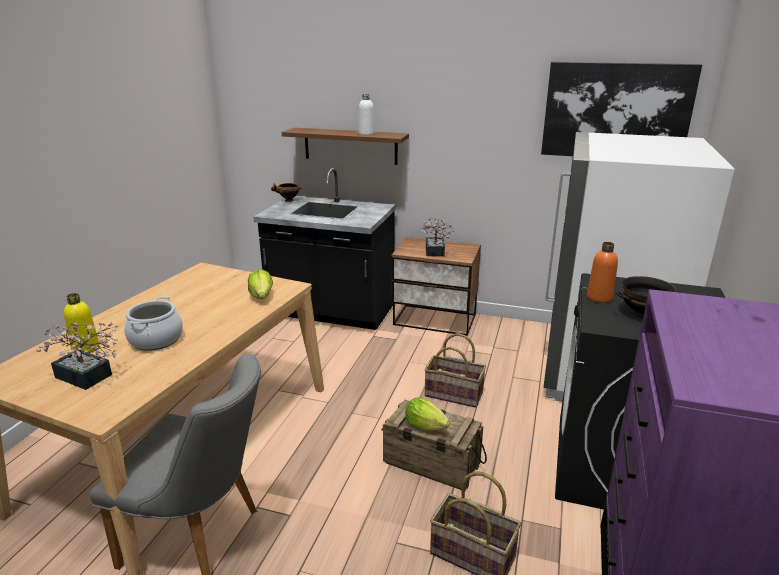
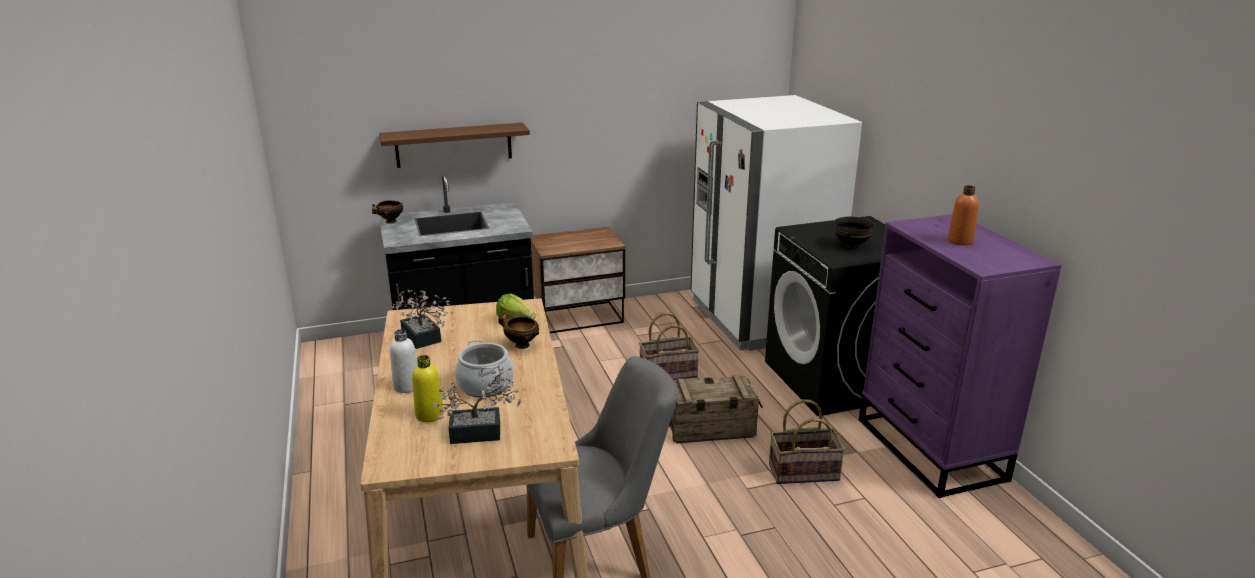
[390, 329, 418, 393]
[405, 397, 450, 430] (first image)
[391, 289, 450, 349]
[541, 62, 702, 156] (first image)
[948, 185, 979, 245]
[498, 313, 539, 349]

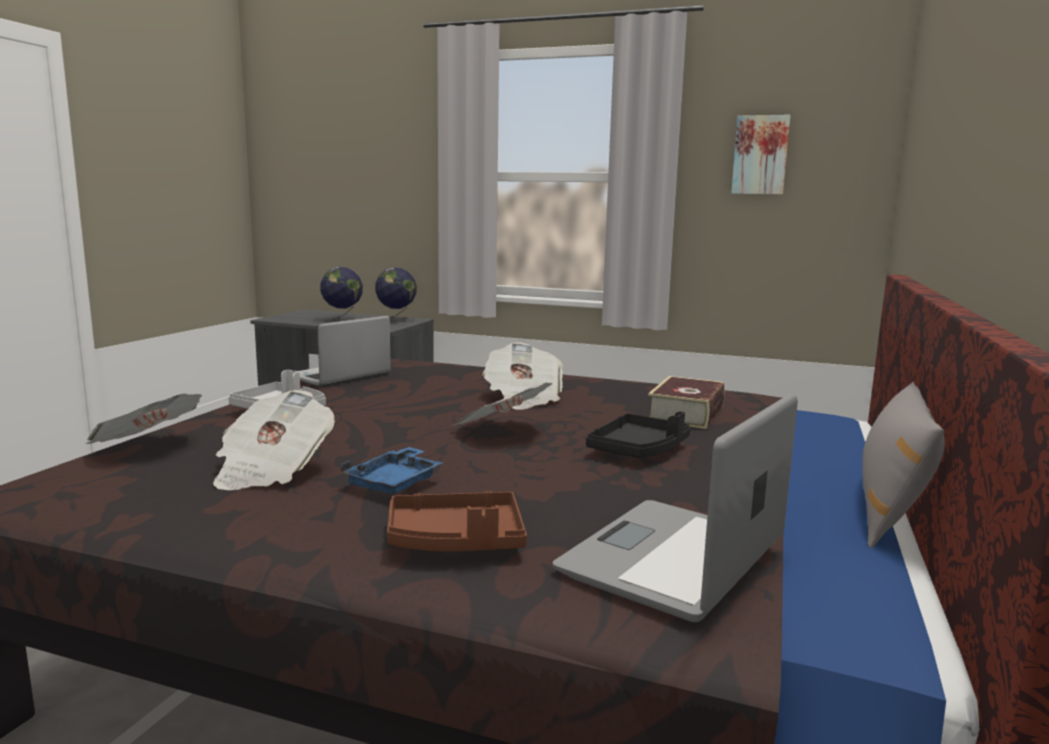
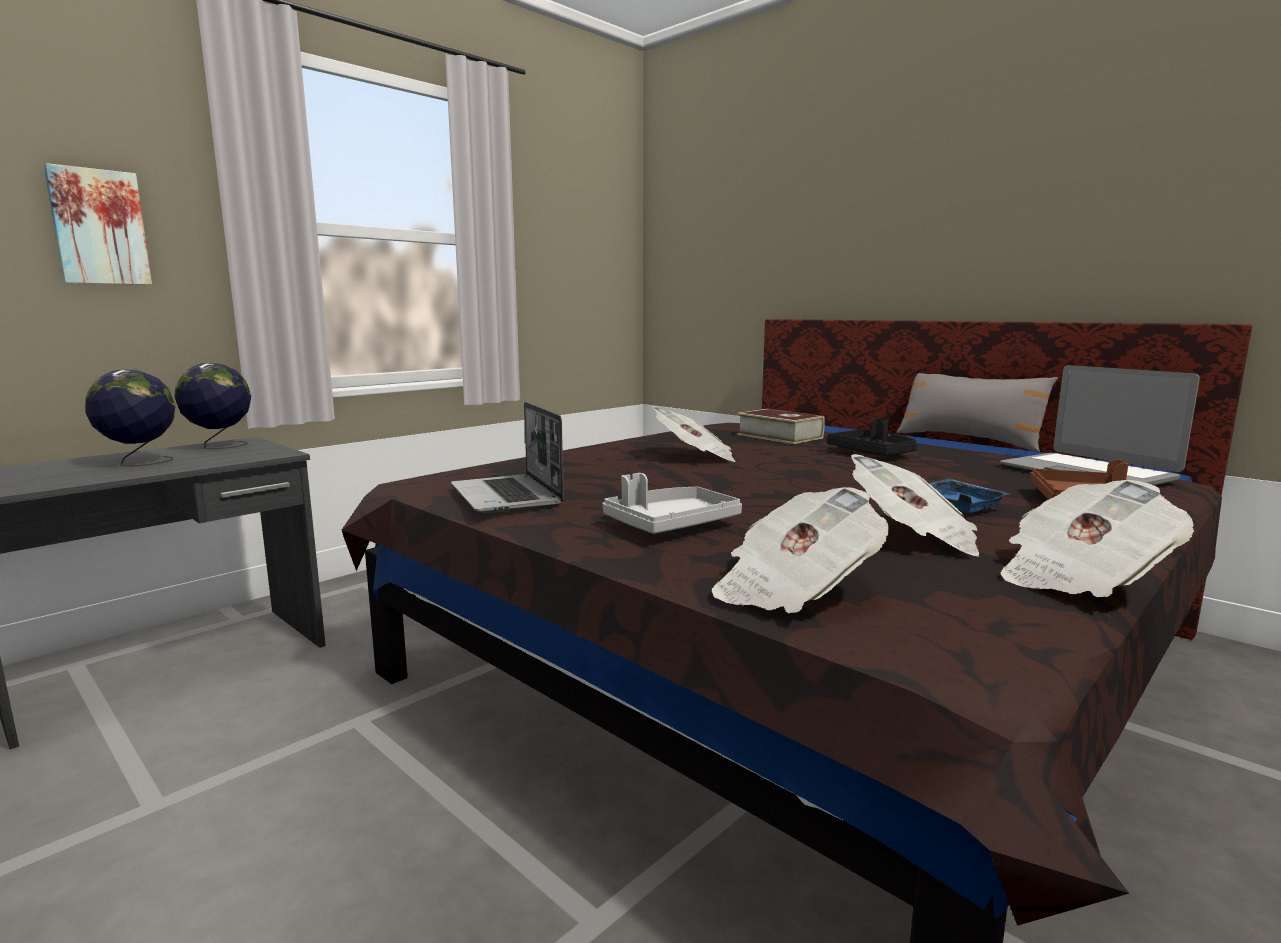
[1000, 480, 1194, 597]
[44, 163, 152, 285]

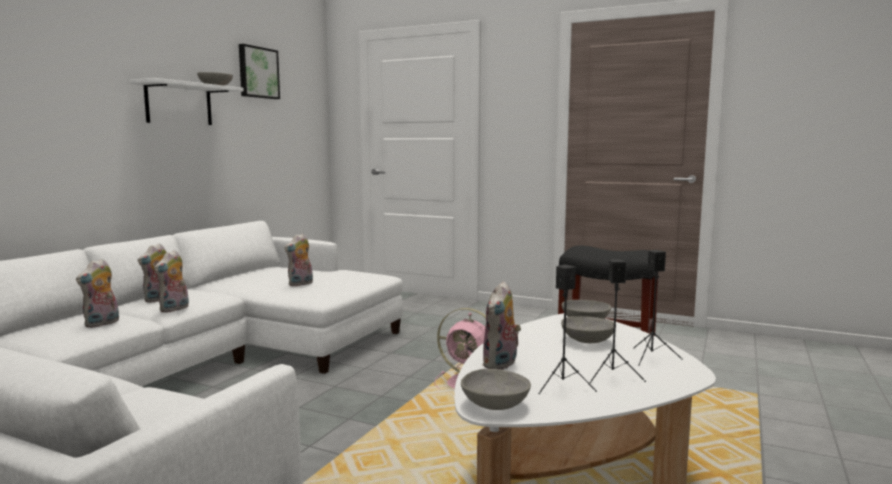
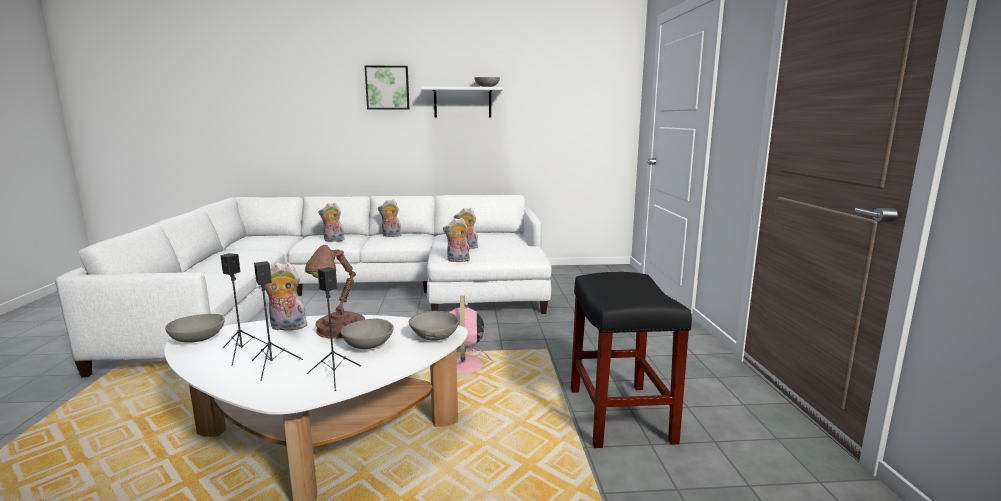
[443, 218, 470, 262]
[365, 65, 410, 109]
[305, 245, 365, 339]

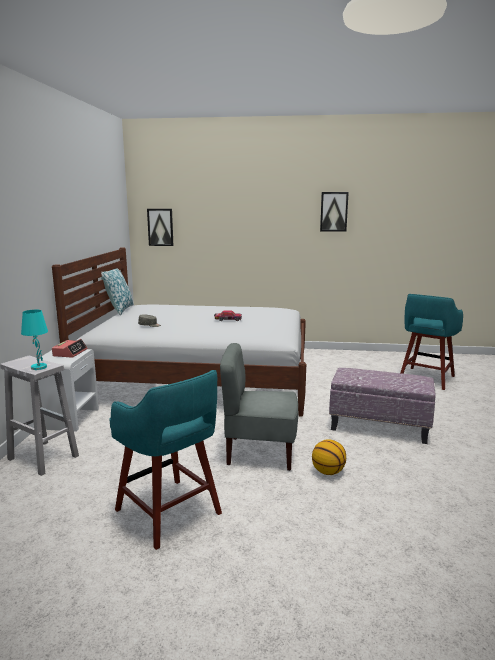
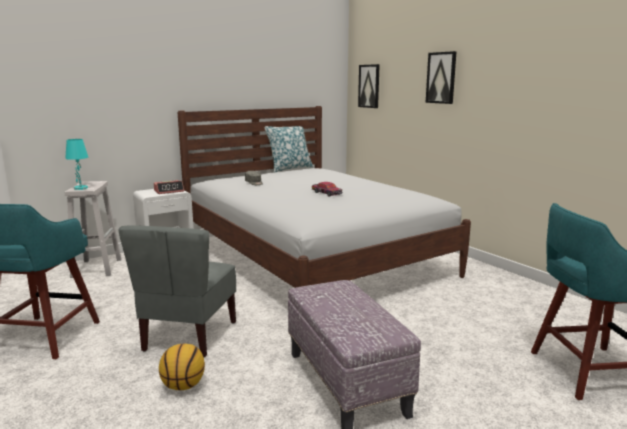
[118, 225, 236, 357]
[426, 51, 457, 104]

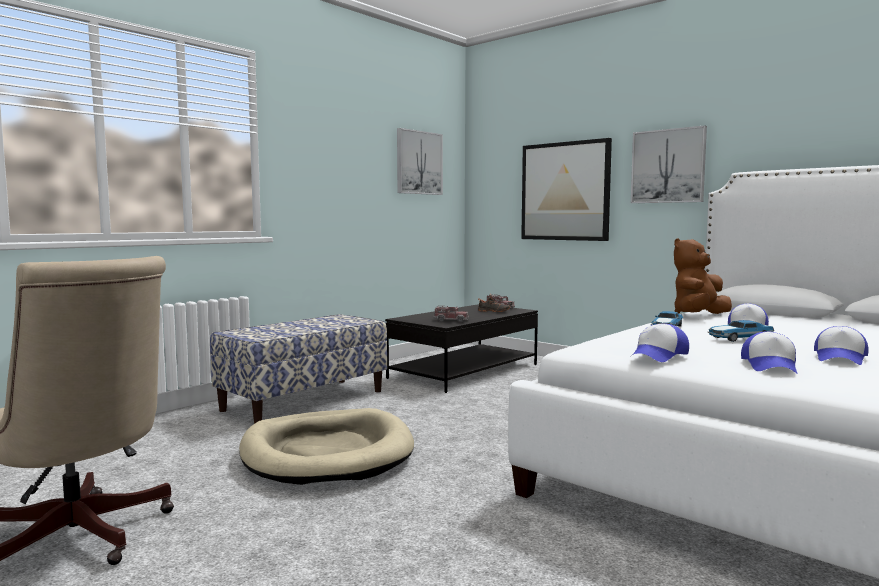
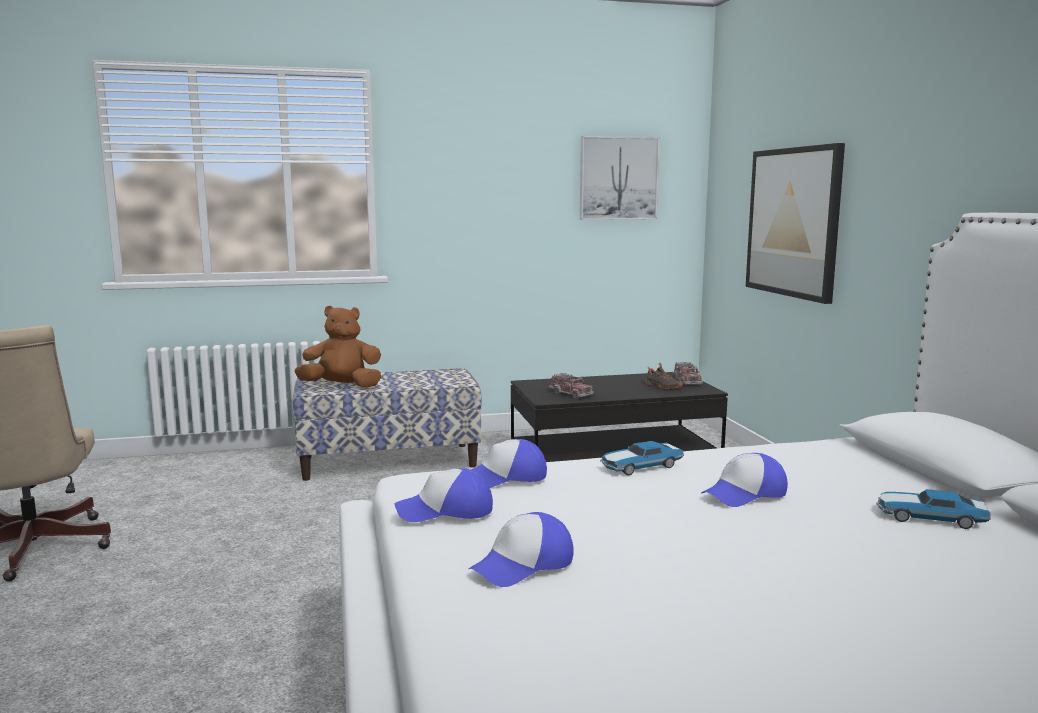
[239, 408, 414, 485] (first image)
[631, 125, 707, 203] (first image)
[294, 306, 381, 388]
[876, 489, 991, 529]
[470, 439, 547, 488]

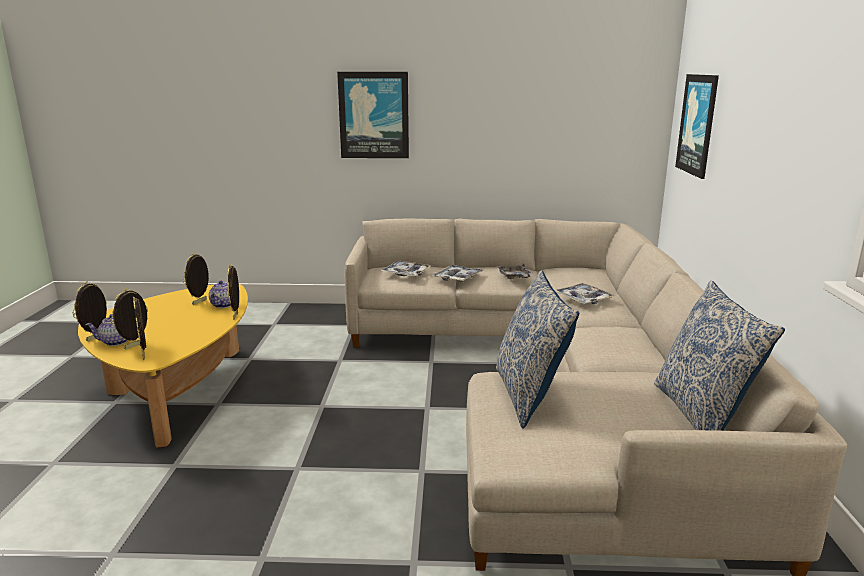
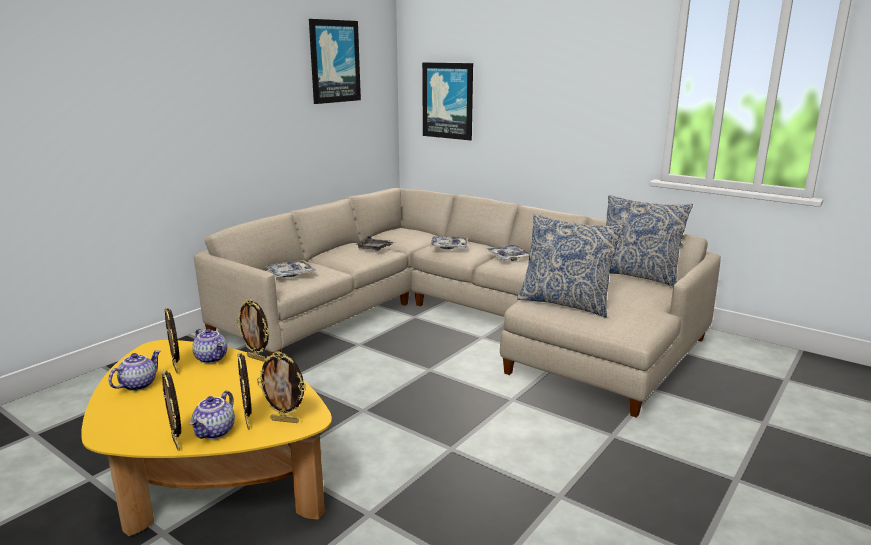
[309, 19, 361, 104]
[486, 245, 530, 261]
[108, 350, 160, 391]

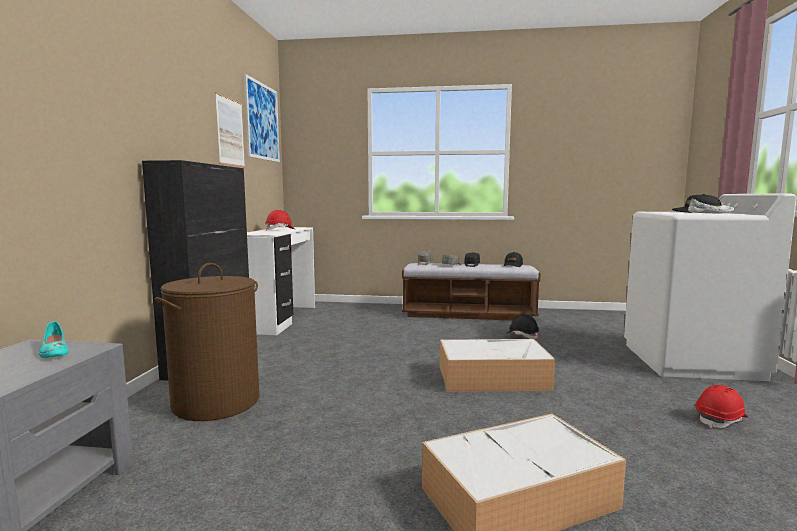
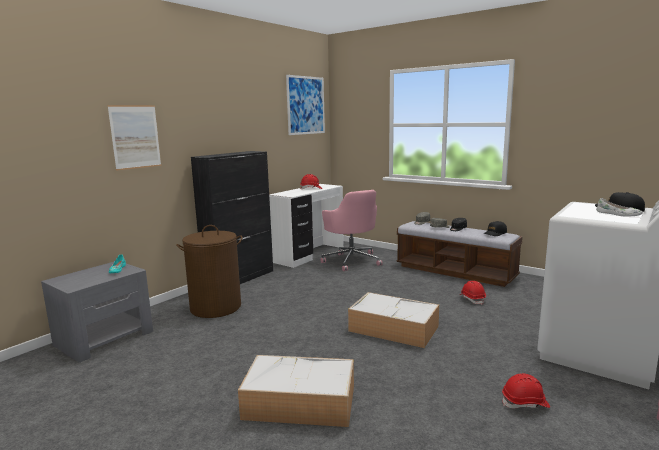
[107, 105, 161, 171]
[459, 281, 486, 305]
[320, 190, 382, 271]

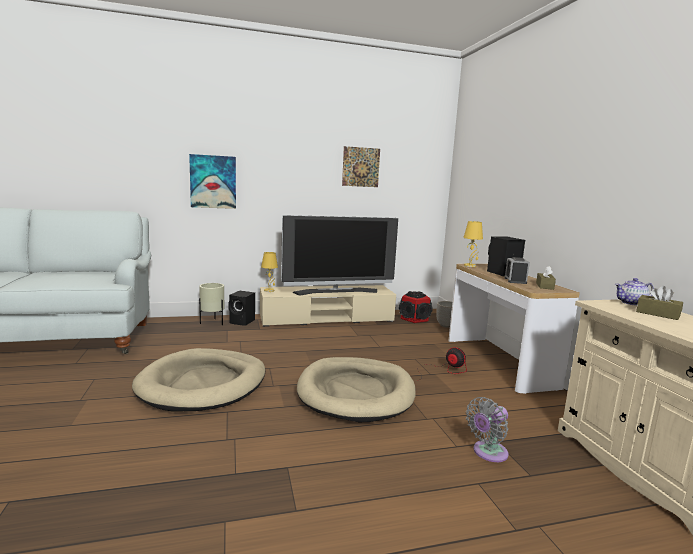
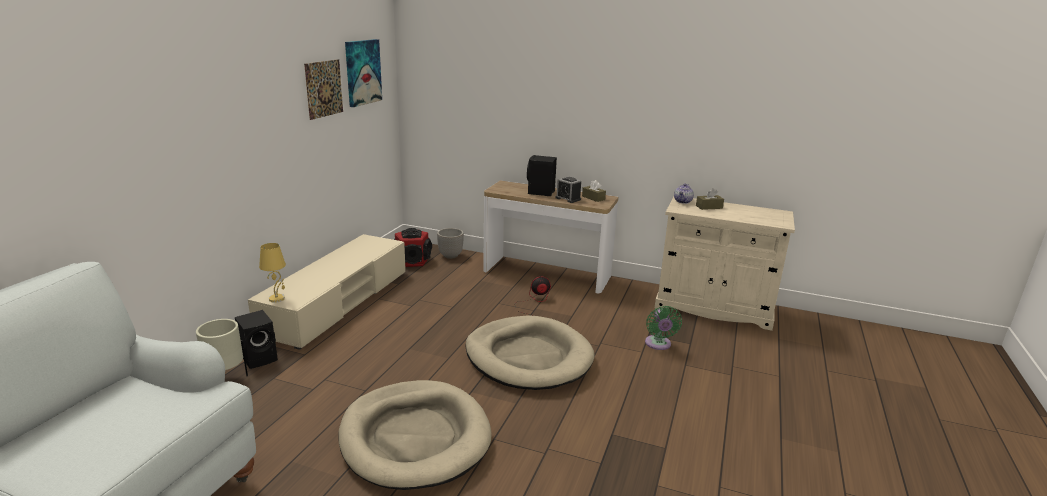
[345, 39, 382, 107]
[281, 215, 398, 295] (first image)
[463, 221, 483, 267] (first image)
[645, 306, 682, 350]

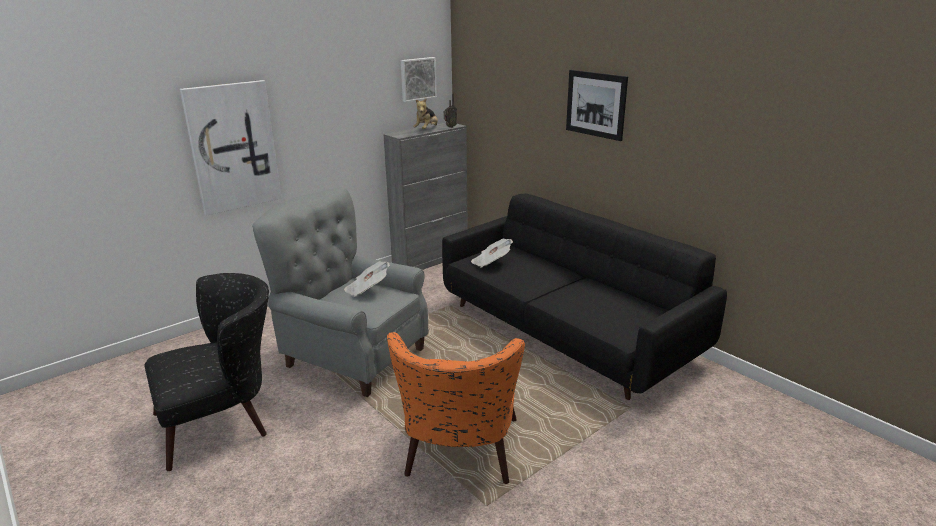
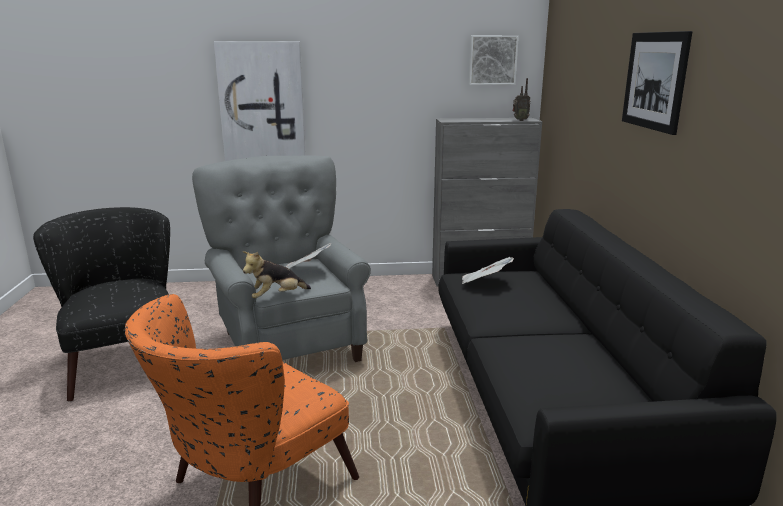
[33, 207, 170, 402]
[243, 251, 311, 298]

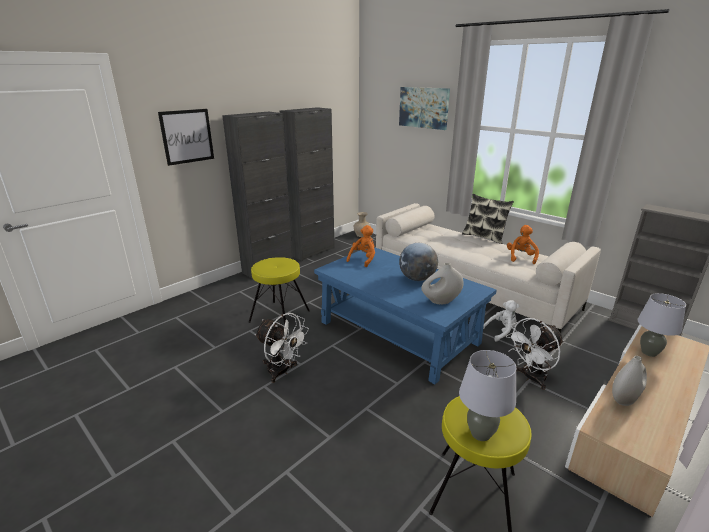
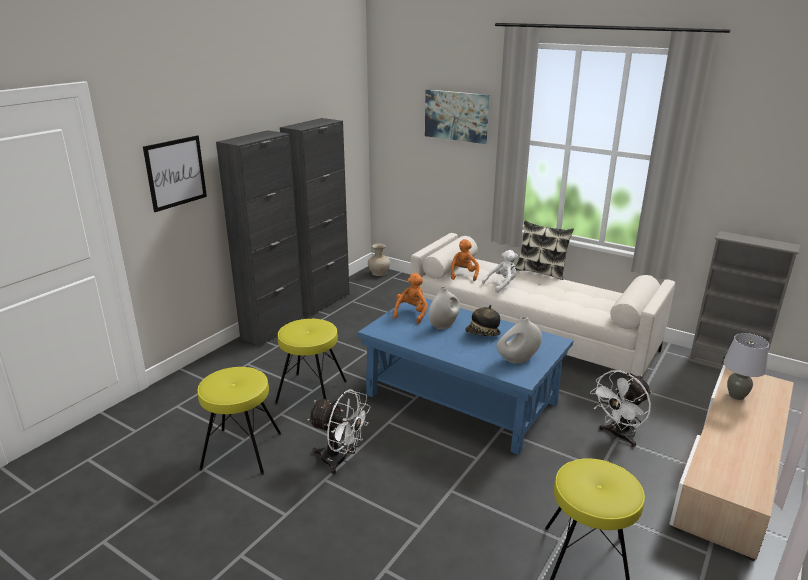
[466, 305, 501, 336]
[459, 350, 516, 441] (first image)
[482, 250, 518, 293]
[451, 239, 479, 281]
[429, 287, 460, 330]
[198, 367, 281, 475]

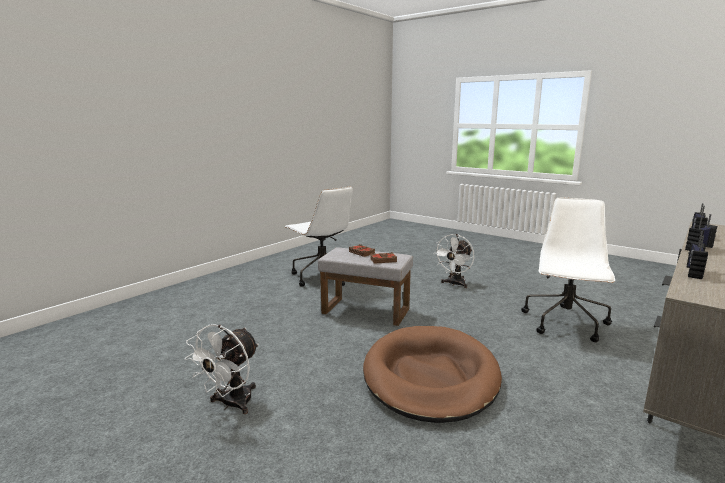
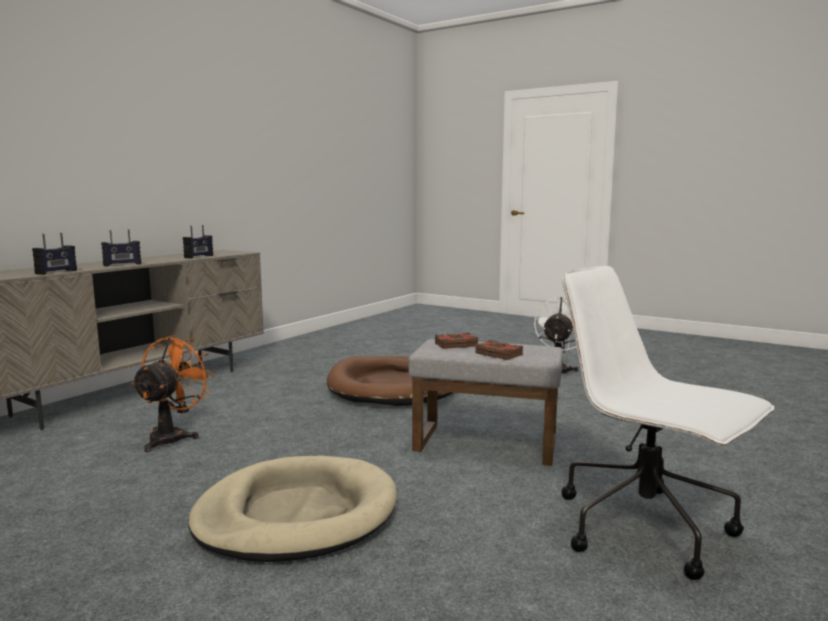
[188, 456, 397, 562]
[131, 335, 215, 452]

